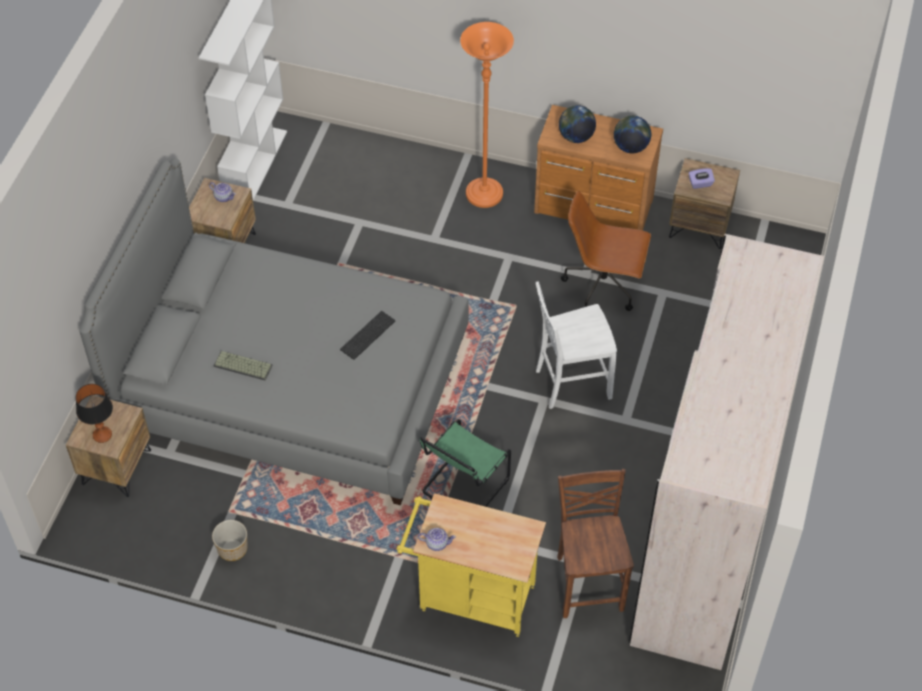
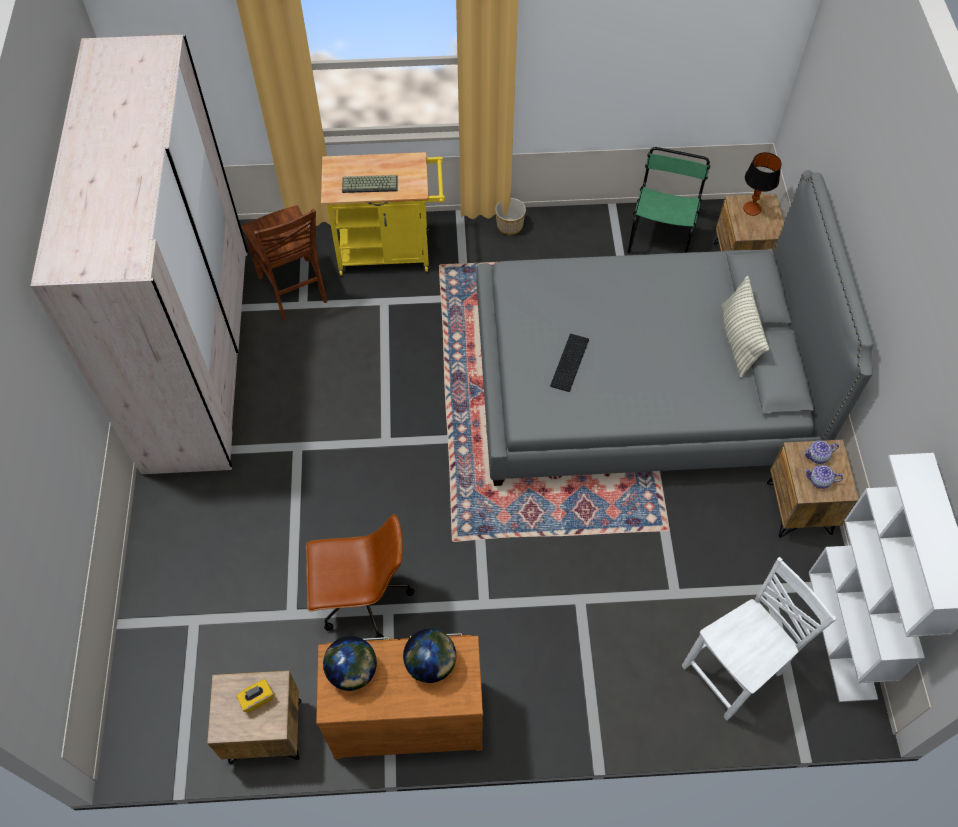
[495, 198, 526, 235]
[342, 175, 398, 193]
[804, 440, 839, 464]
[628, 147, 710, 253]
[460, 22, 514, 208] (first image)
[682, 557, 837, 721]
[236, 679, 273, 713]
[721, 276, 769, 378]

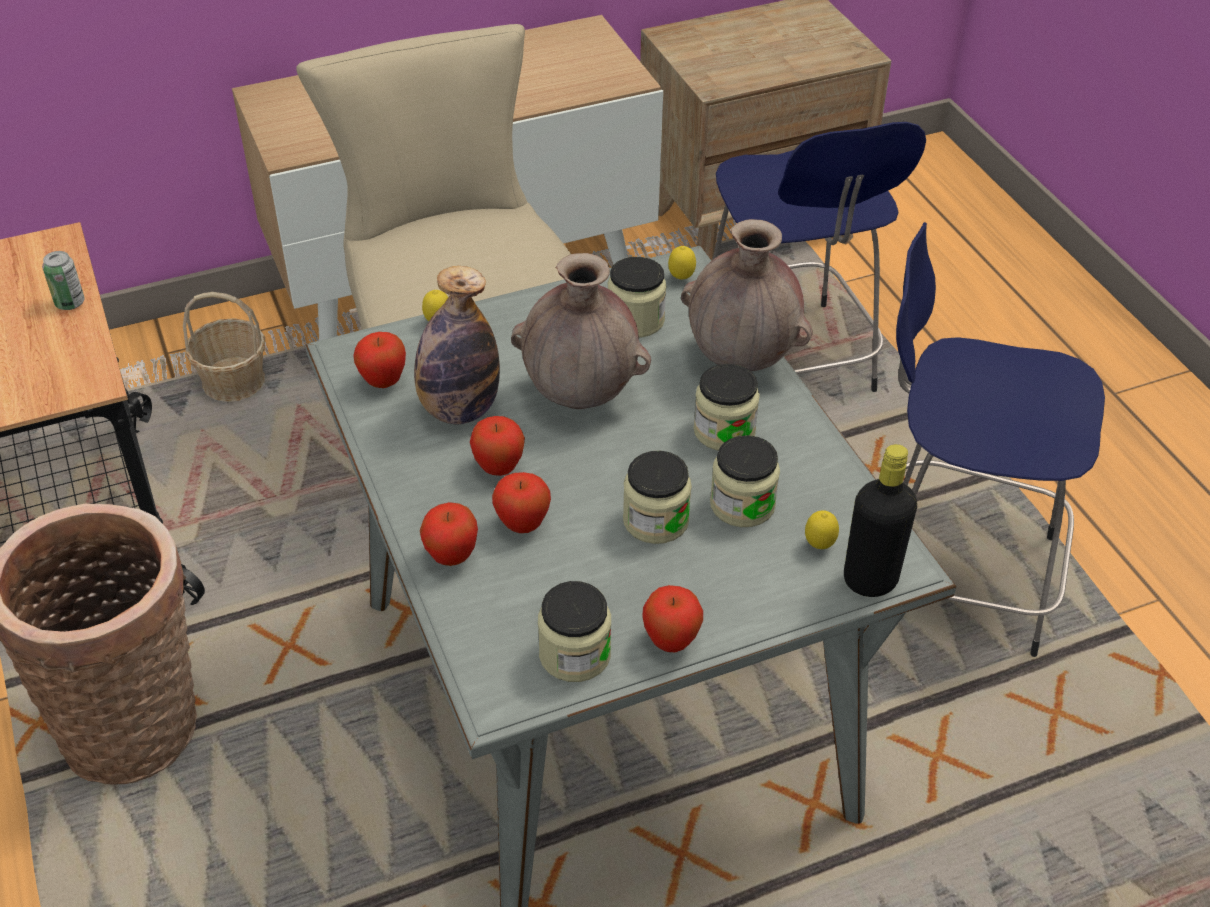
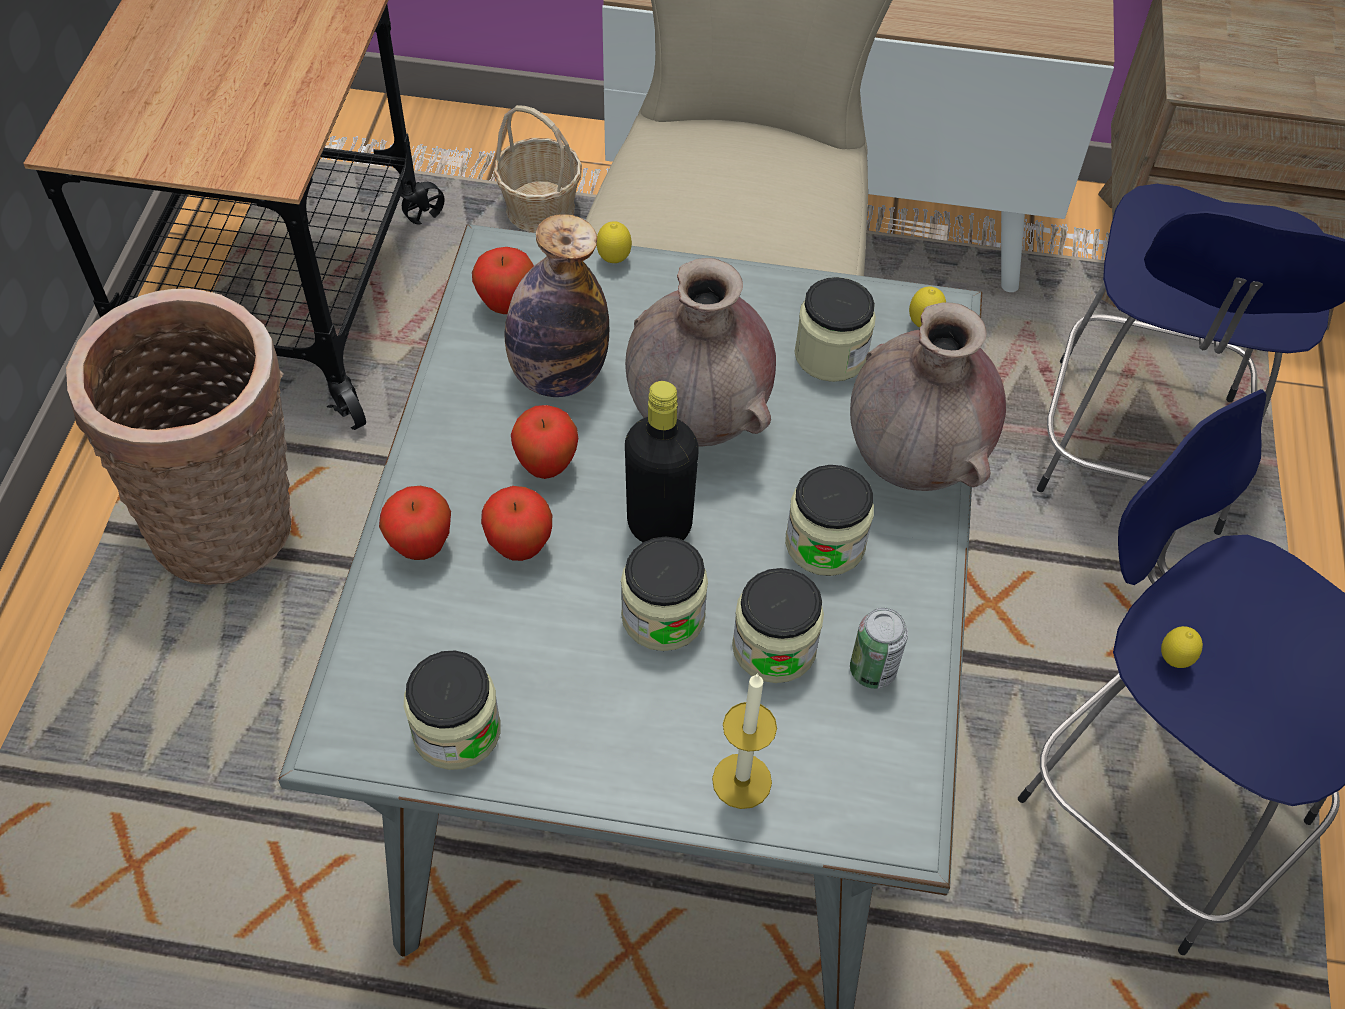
[850, 608, 908, 689]
[642, 585, 703, 652] (first image)
[1161, 626, 1203, 668]
[625, 381, 699, 542]
[712, 673, 777, 809]

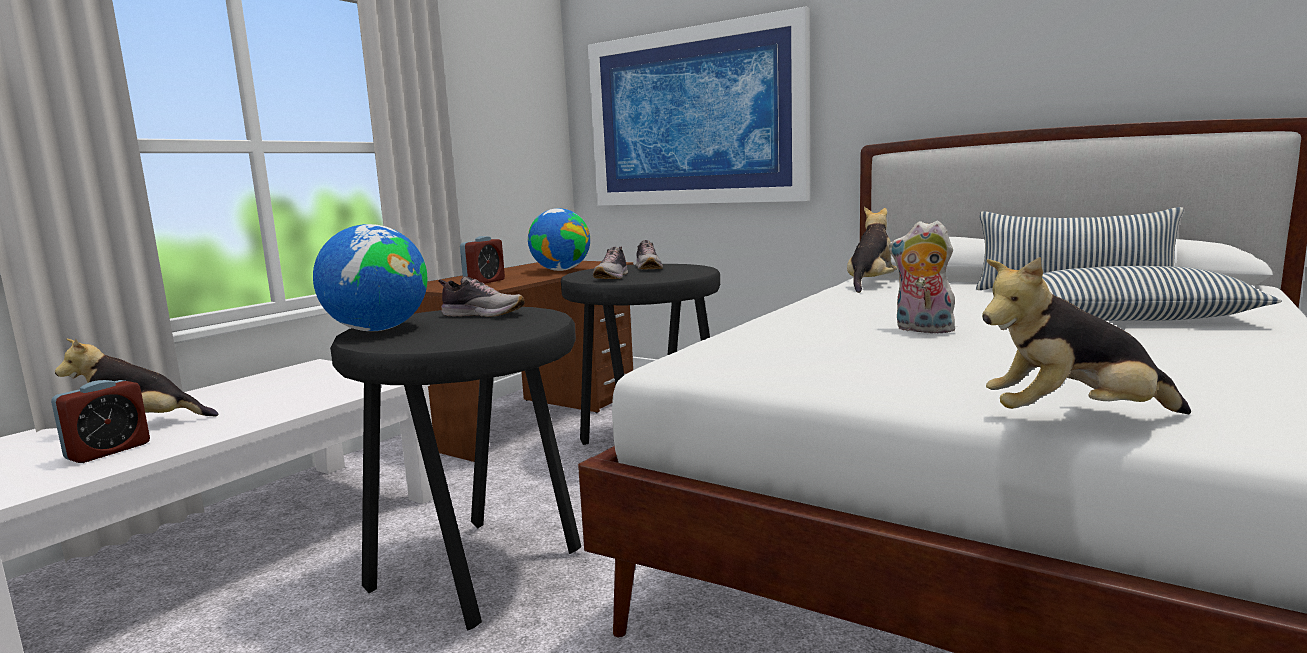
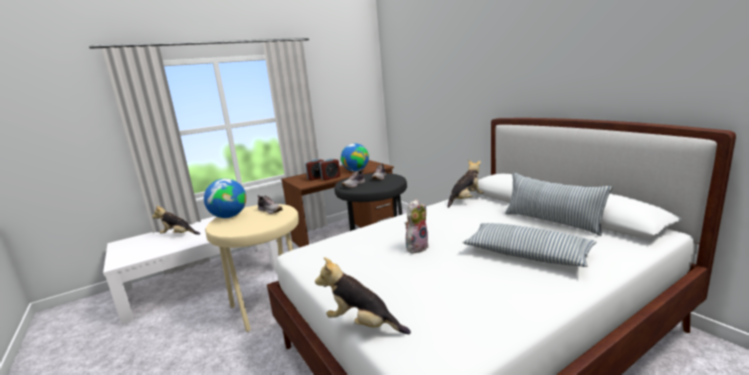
[319, 159, 340, 180]
[205, 204, 299, 332]
[588, 6, 810, 206] (first image)
[405, 199, 429, 253]

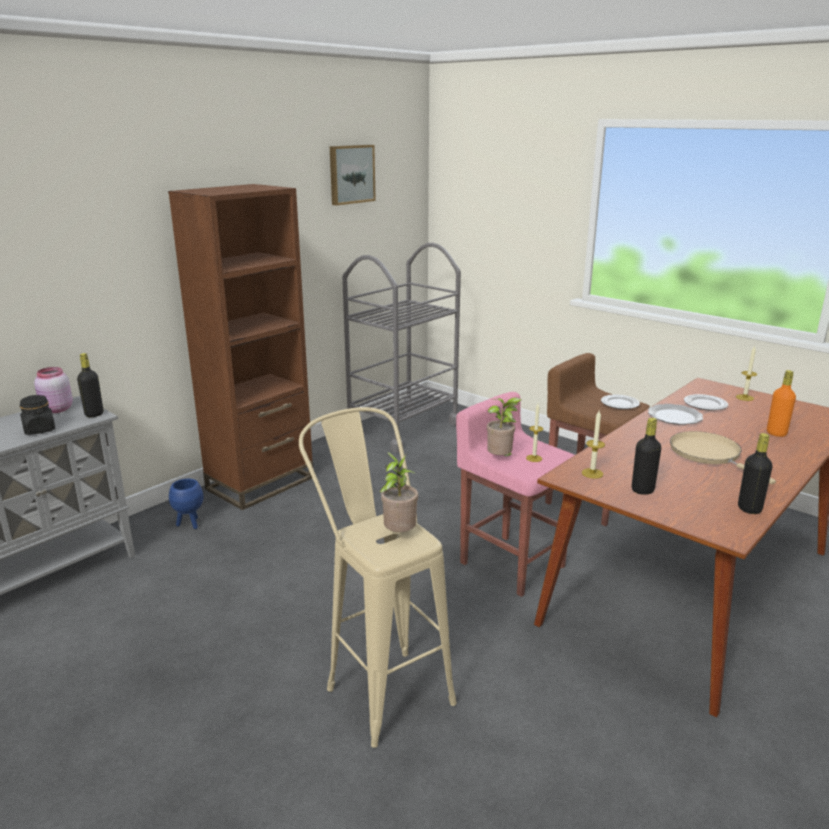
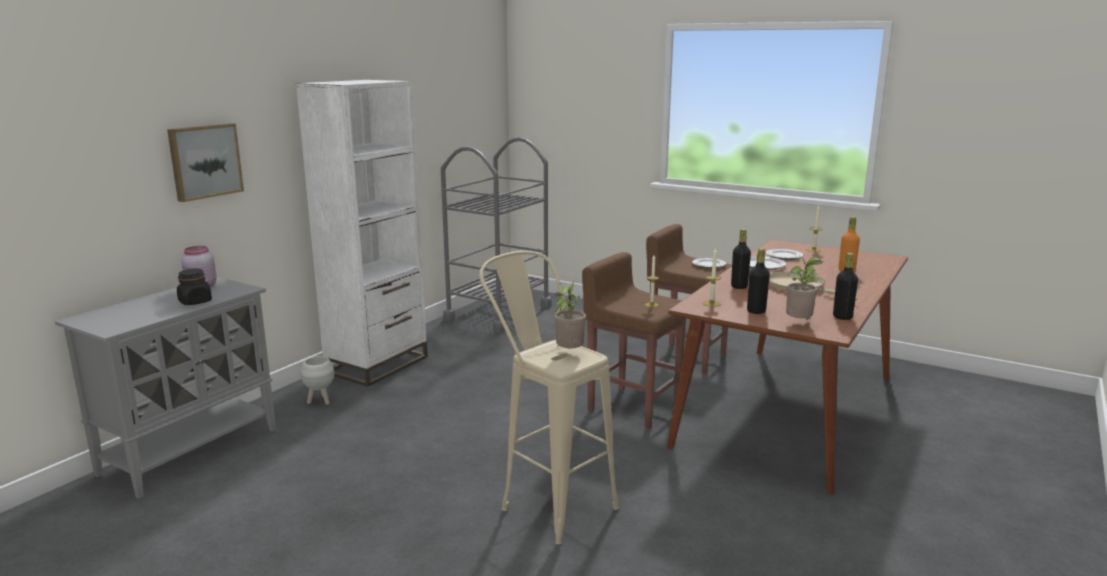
[731, 229, 751, 289]
[296, 80, 428, 387]
[301, 356, 334, 405]
[167, 123, 244, 202]
[582, 252, 686, 430]
[786, 257, 823, 321]

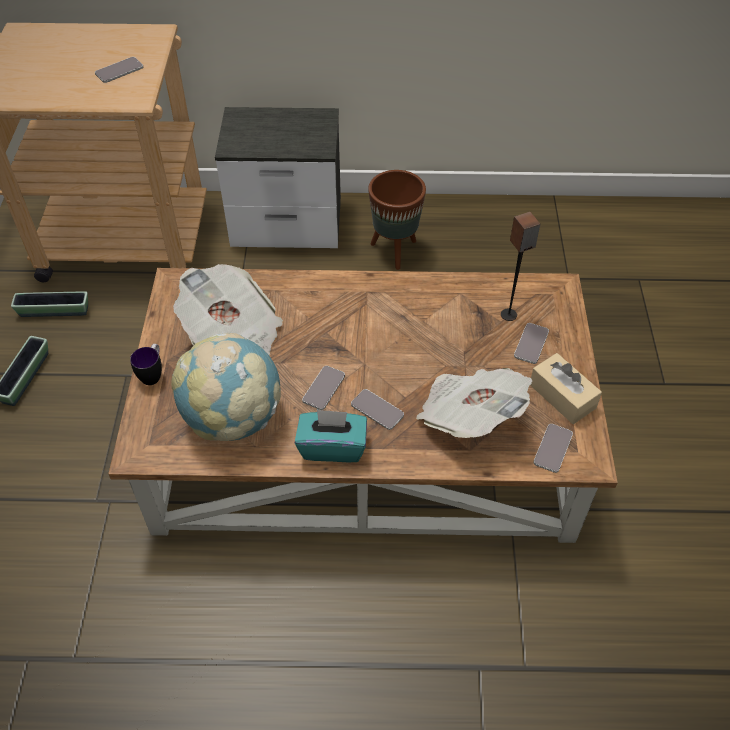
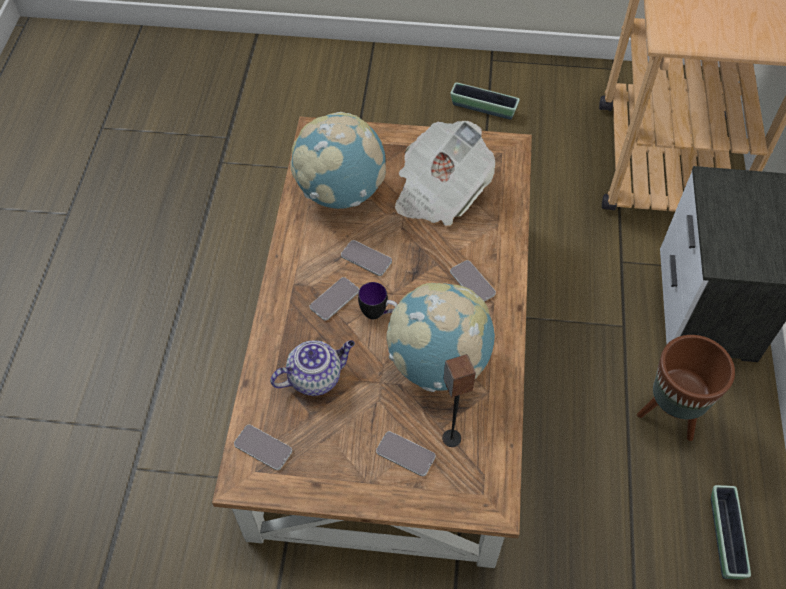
[711, 485, 751, 580]
[450, 260, 496, 302]
[358, 282, 398, 319]
[295, 409, 367, 462] (first image)
[270, 340, 355, 396]
[530, 353, 602, 424] (first image)
[386, 283, 495, 392]

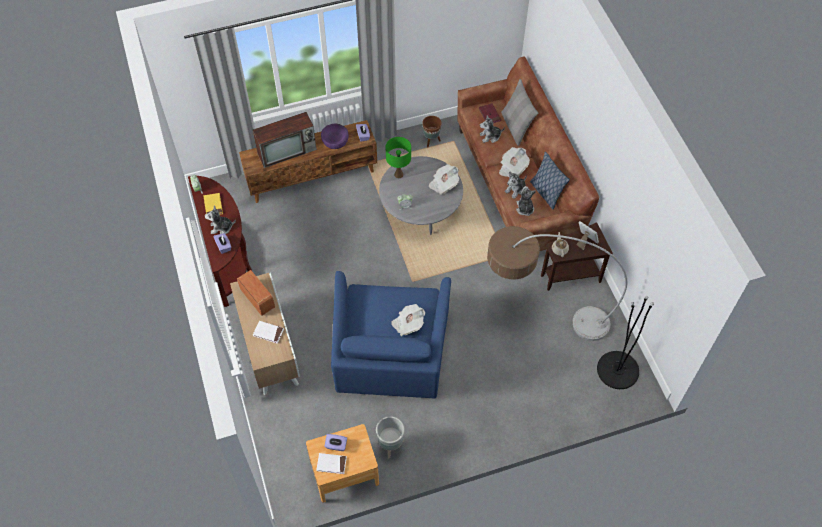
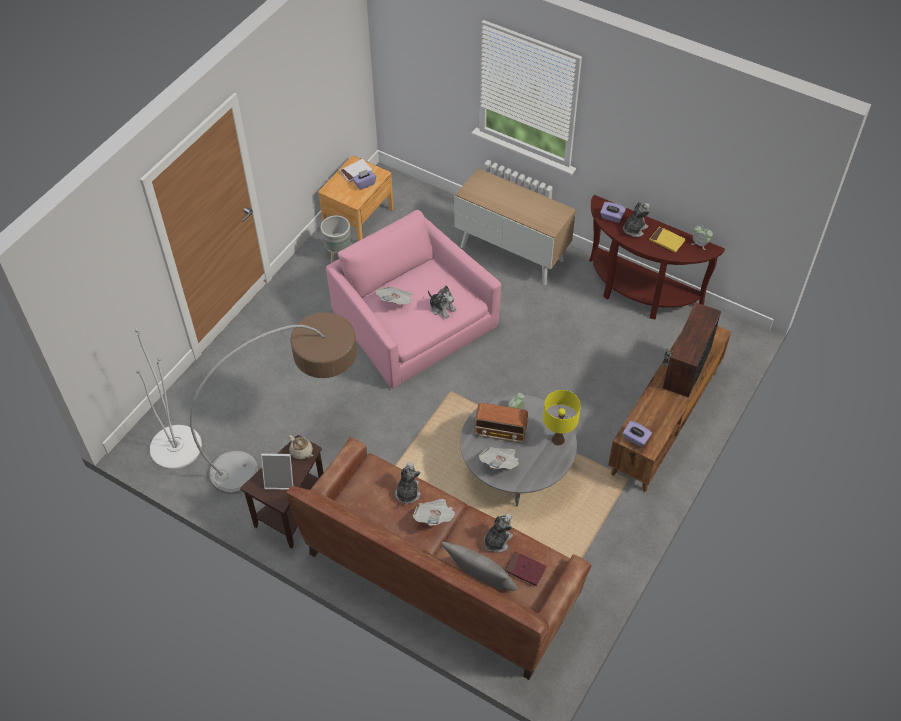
[474, 403, 528, 443]
[253, 321, 284, 344] (first image)
[321, 124, 349, 149] (first image)
[326, 210, 501, 388]
[543, 390, 581, 445]
[422, 116, 442, 148] (first image)
[428, 286, 457, 319]
[530, 152, 570, 210] (first image)
[135, 328, 202, 469]

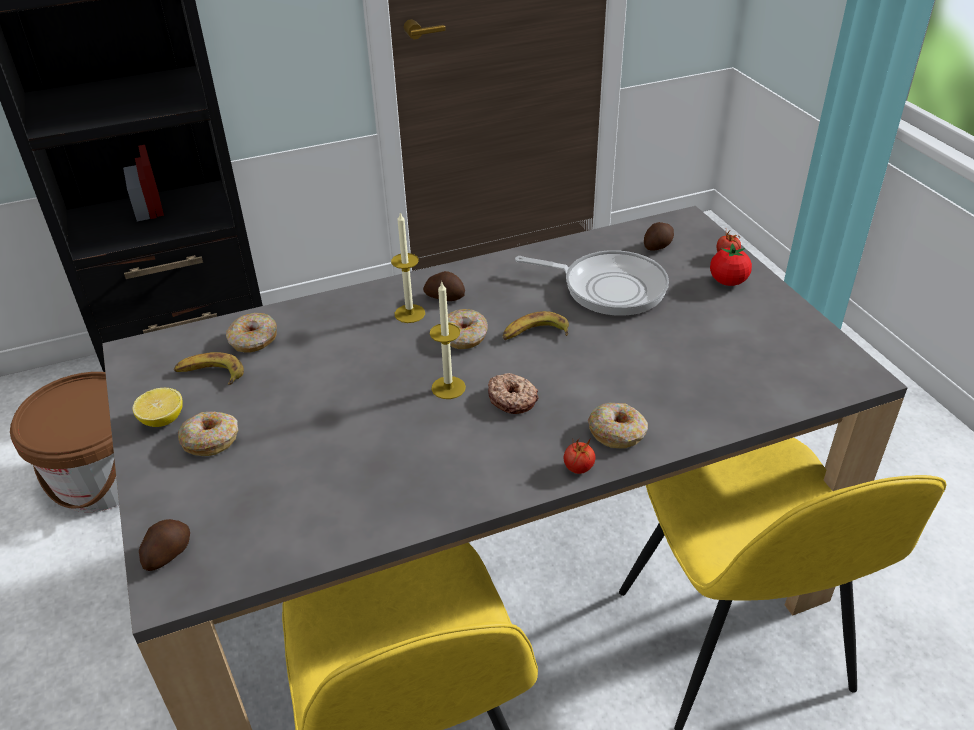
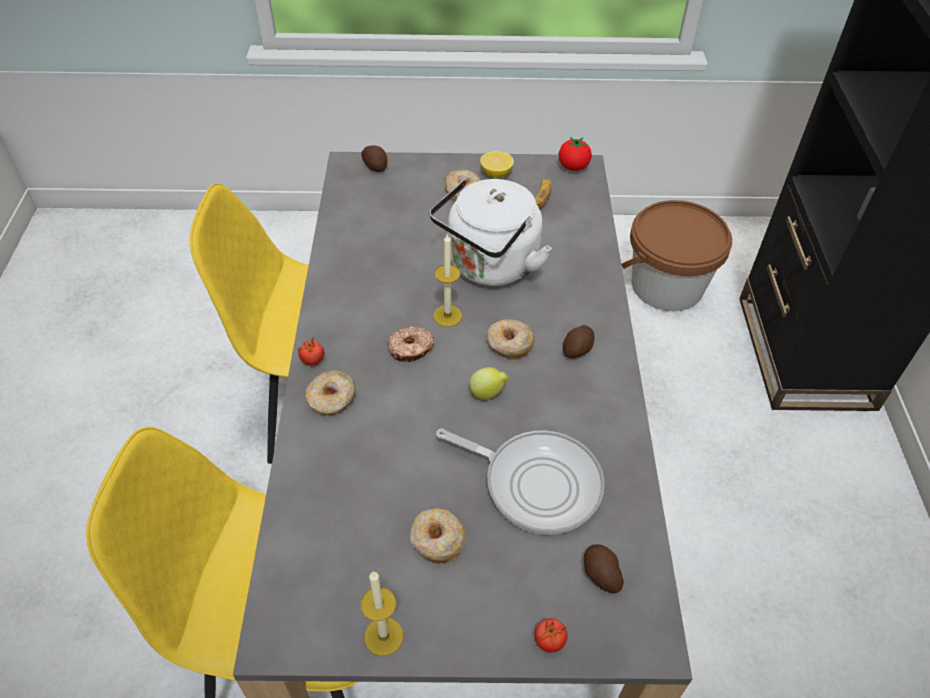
[410, 508, 466, 563]
[361, 572, 403, 656]
[469, 367, 509, 400]
[436, 428, 605, 535]
[559, 137, 592, 171]
[429, 179, 552, 286]

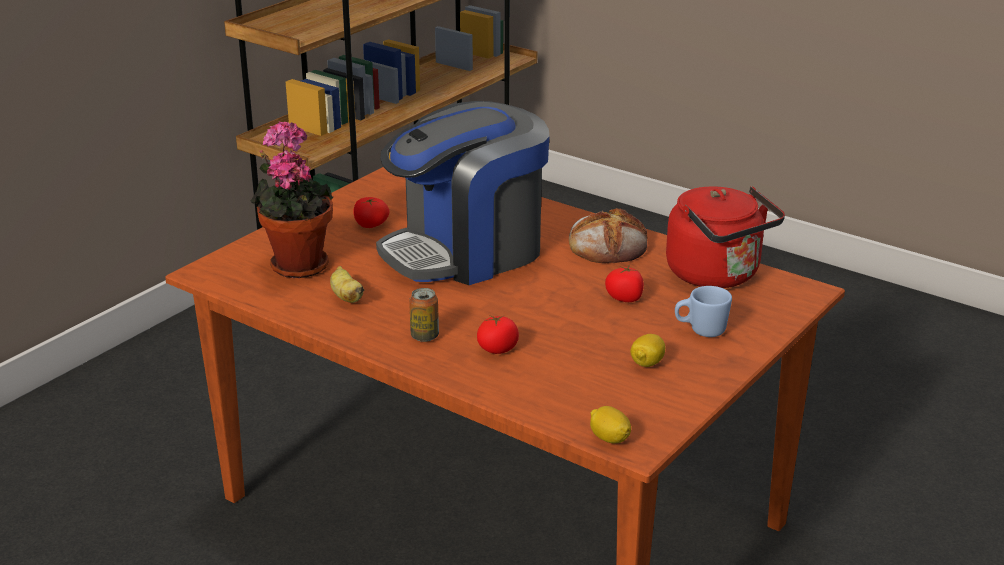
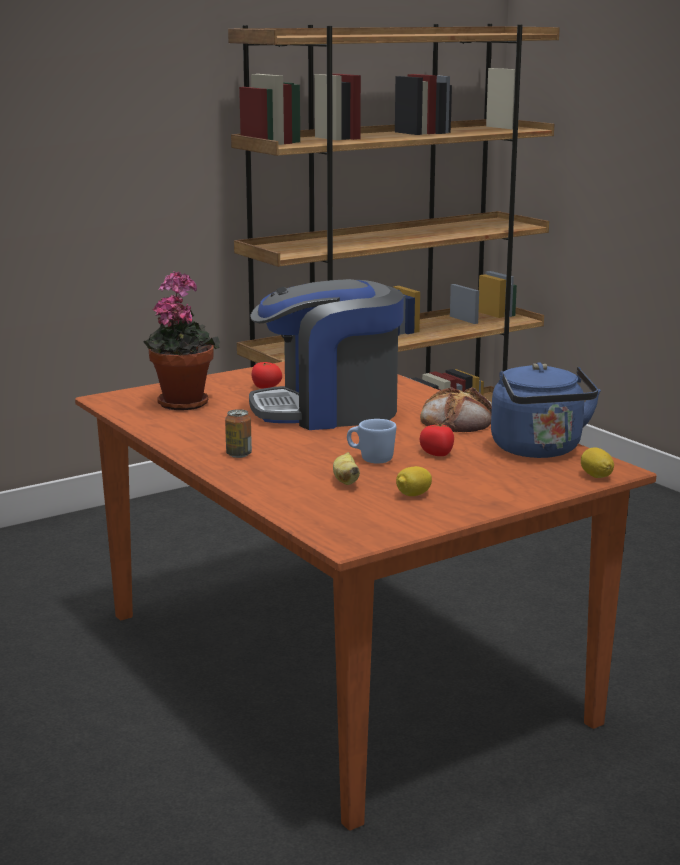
[333, 452, 360, 485]
[477, 315, 519, 354] (first image)
[581, 447, 614, 478]
[491, 362, 601, 458]
[347, 419, 396, 464]

